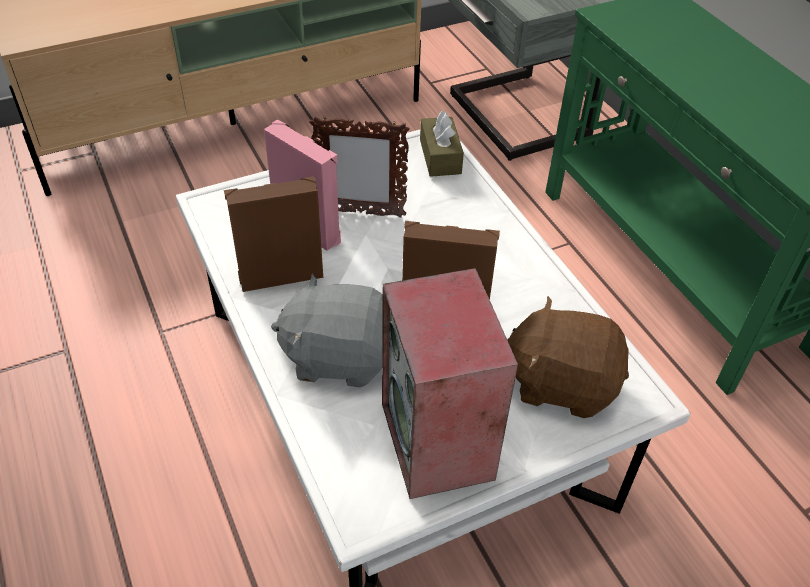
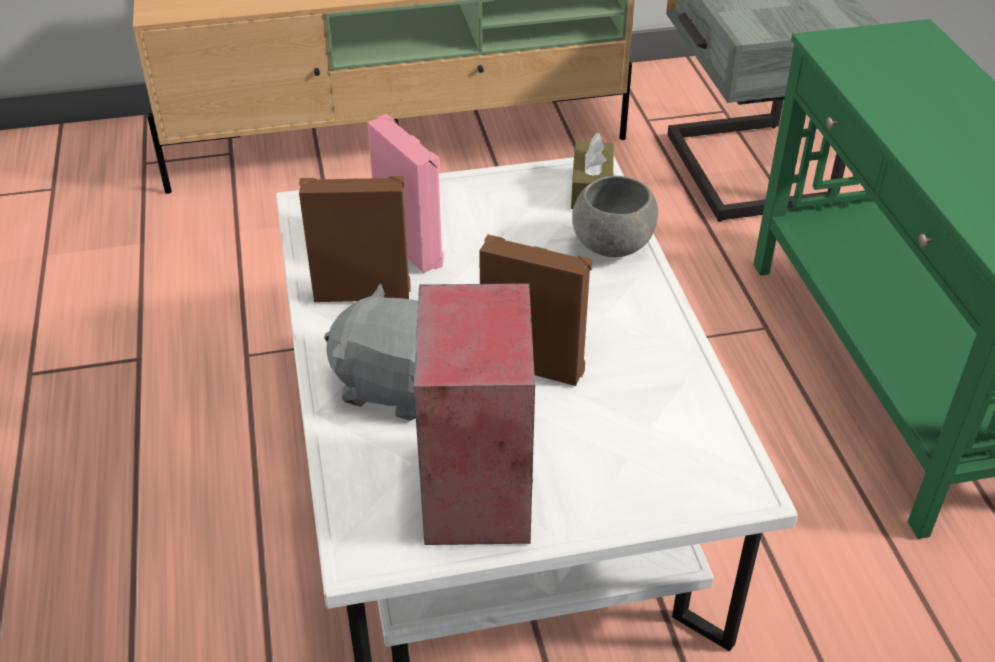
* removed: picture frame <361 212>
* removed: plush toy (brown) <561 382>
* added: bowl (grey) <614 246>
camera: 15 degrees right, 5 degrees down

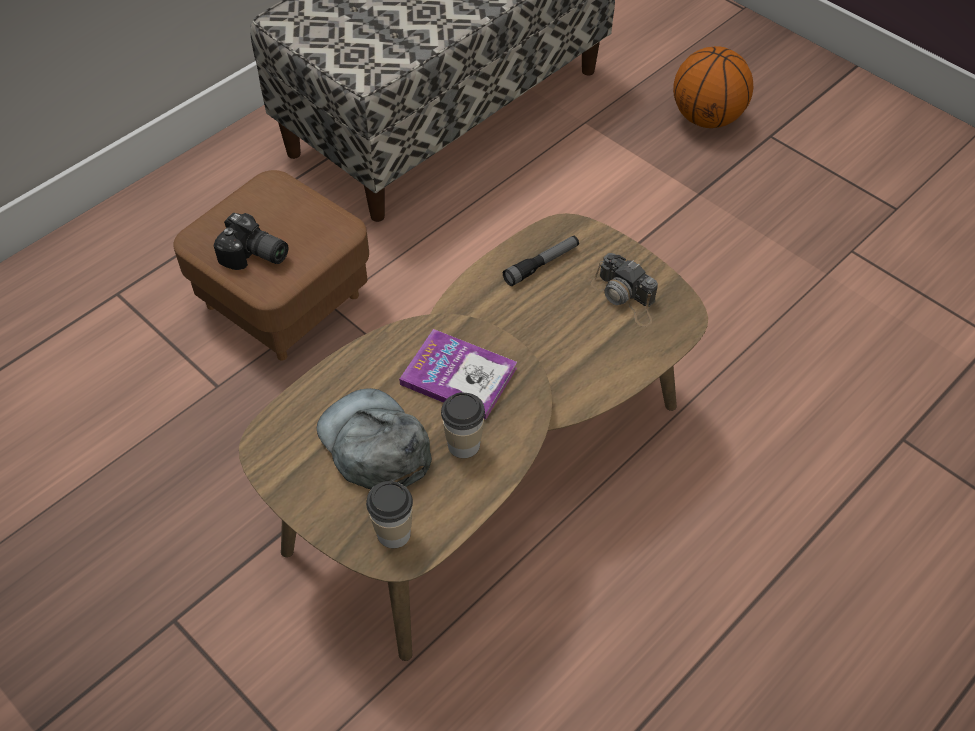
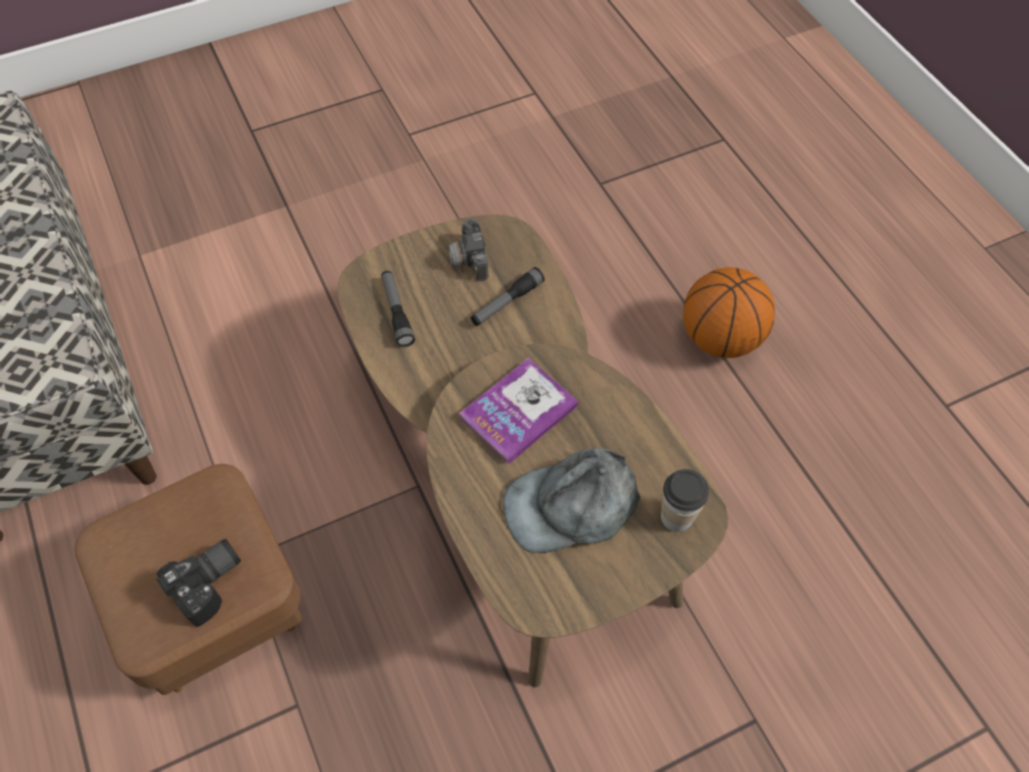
* removed: cup <464 445>
* turned: photo camera <625 297> = <467 264> 105 degrees clockwise
* moved: basketball <707 118> to <720 338>
* added: flashlight <507 302>
camera: 70 degrees left, 5 degrees up

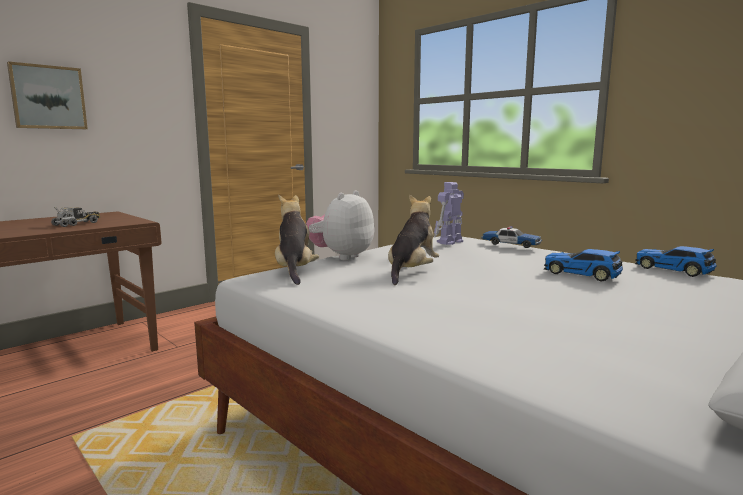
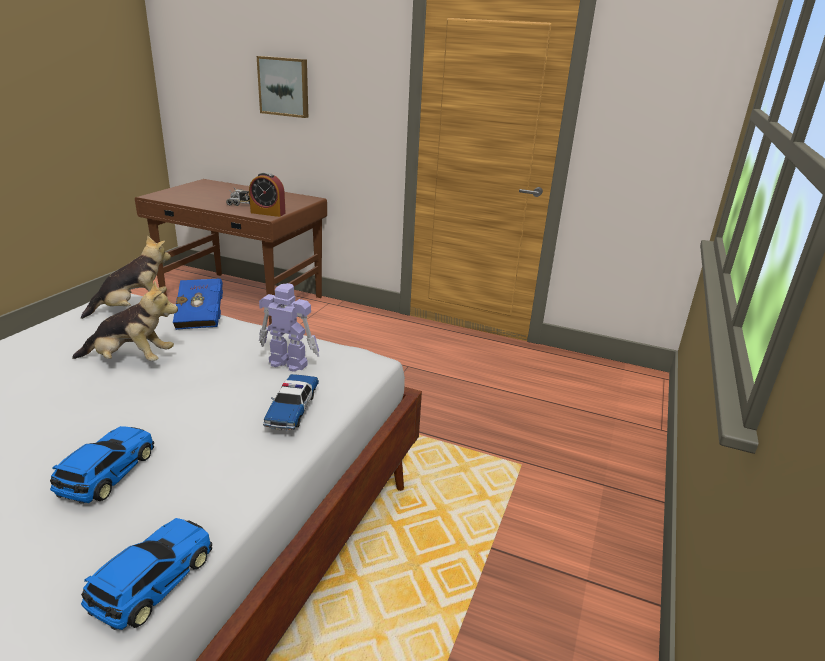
* replaced: plush toy <341 256> to book (blue) <202 317>
* added: alarm clock <268 213>
camera: 65 degrees right, 15 degrees up

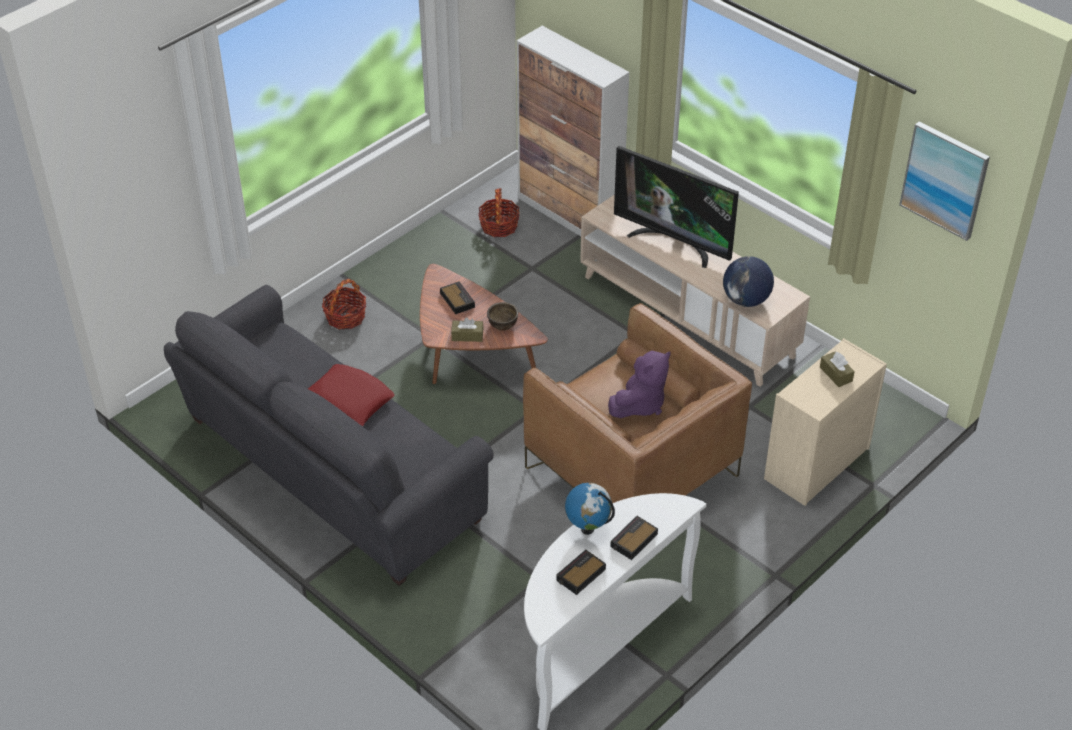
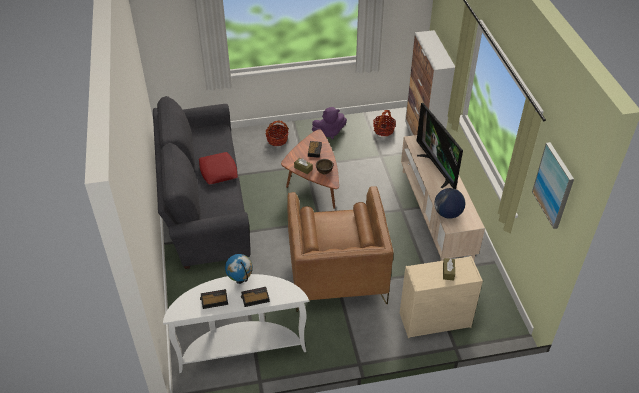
* moved: plush toy (purple) <640 404> to <329 132>
camera: 35 degrees right, 0 degrees up

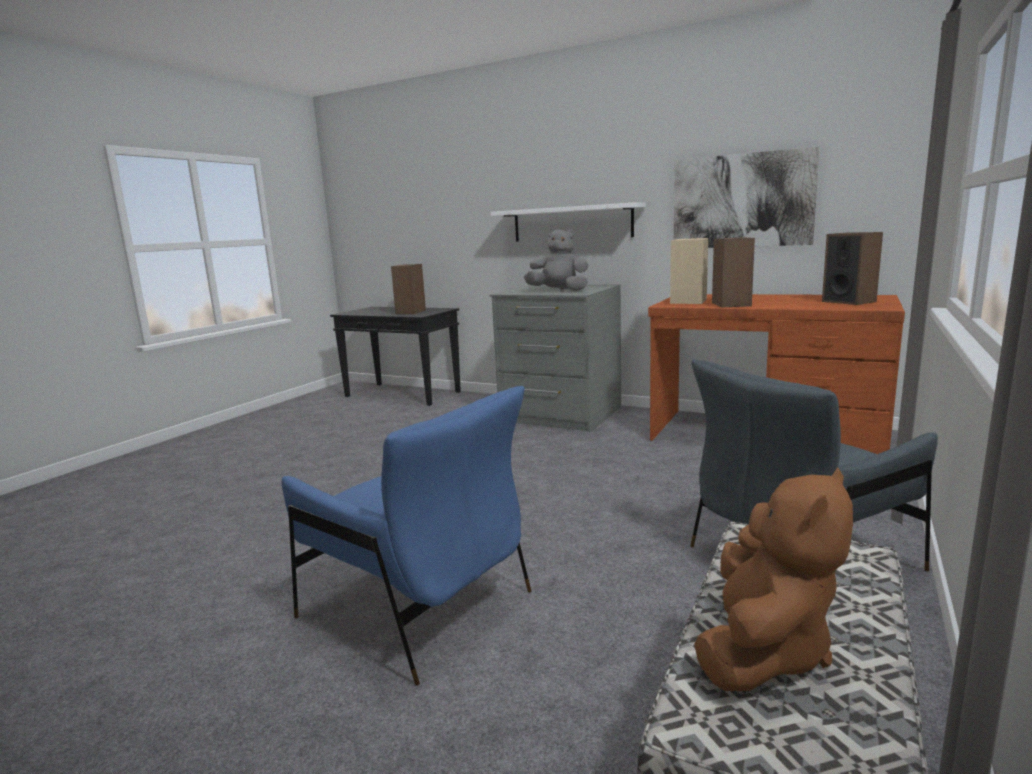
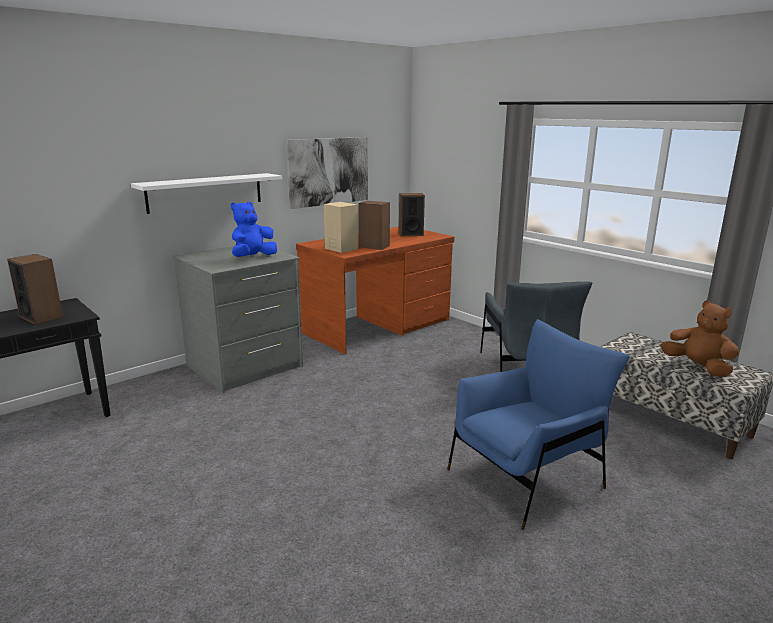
* recoloured: plush toy (grey) <558 291> to plush toy (blue) <253 257>
camera: 70 degrees left, 5 degrees up

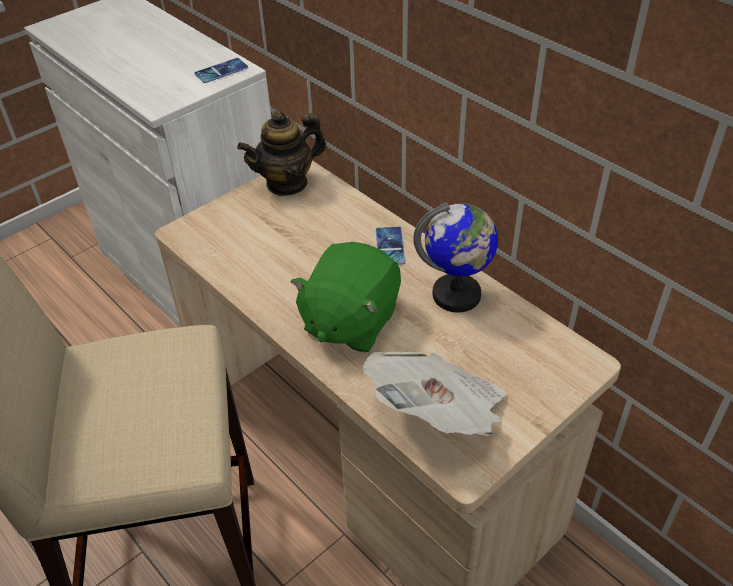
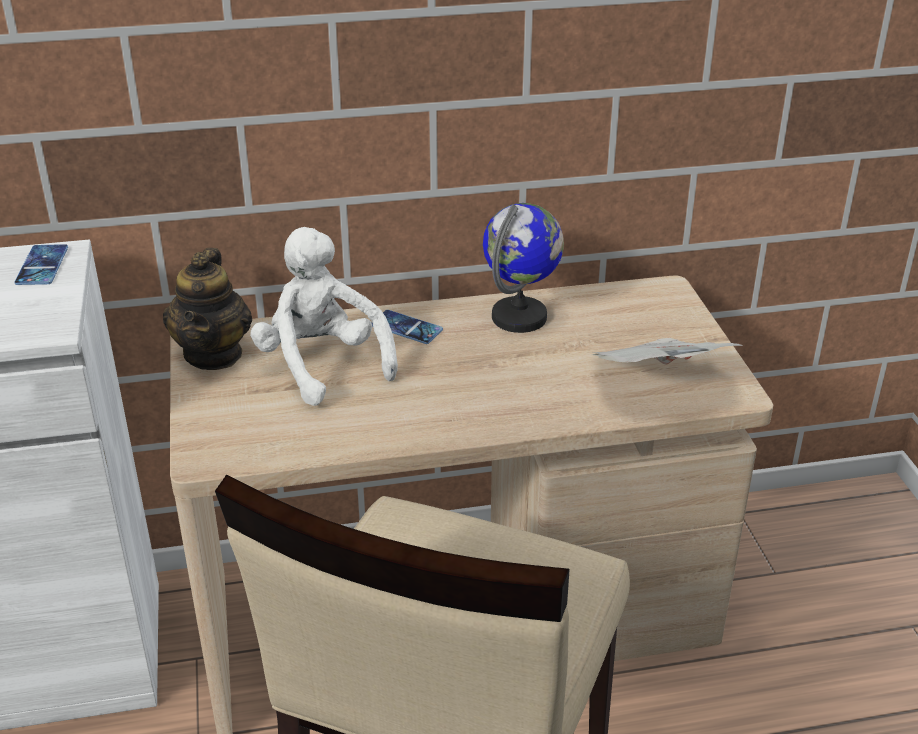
* removed: plush toy (green) <350 321>
* added: plush toy (white) <322 365>
camera: 60 degrees left, 10 degrees down

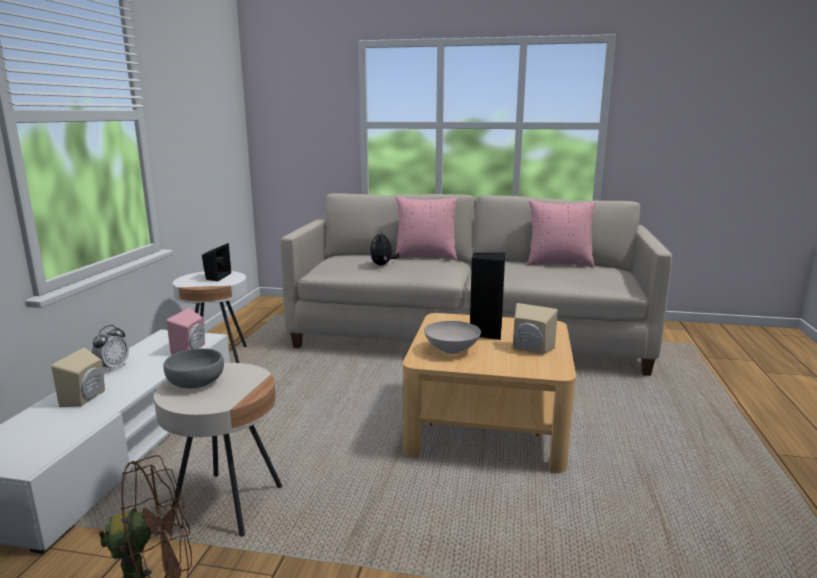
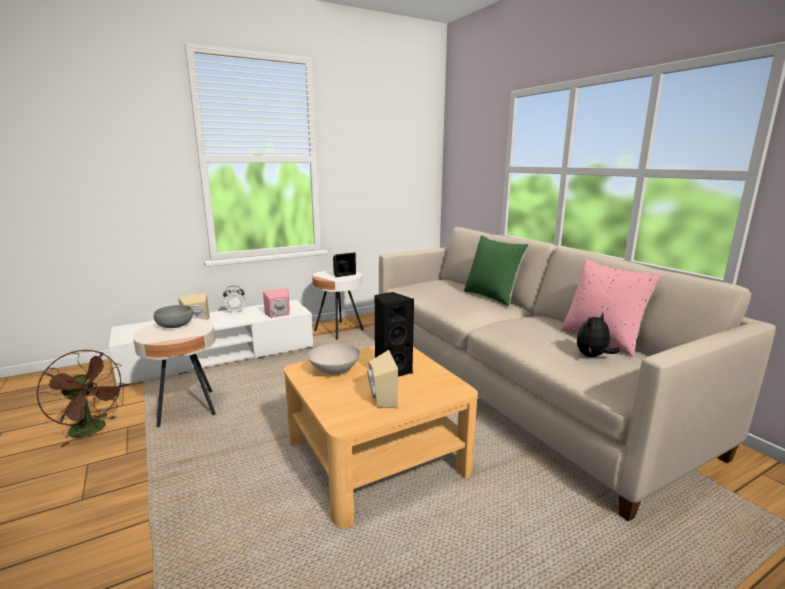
* moved: plush toy <382 265> to <593 356>
* recoloured: pillow (pink) <425 257> to pillow (green) <492 297>
camera: 50 degrees right, 0 degrees up

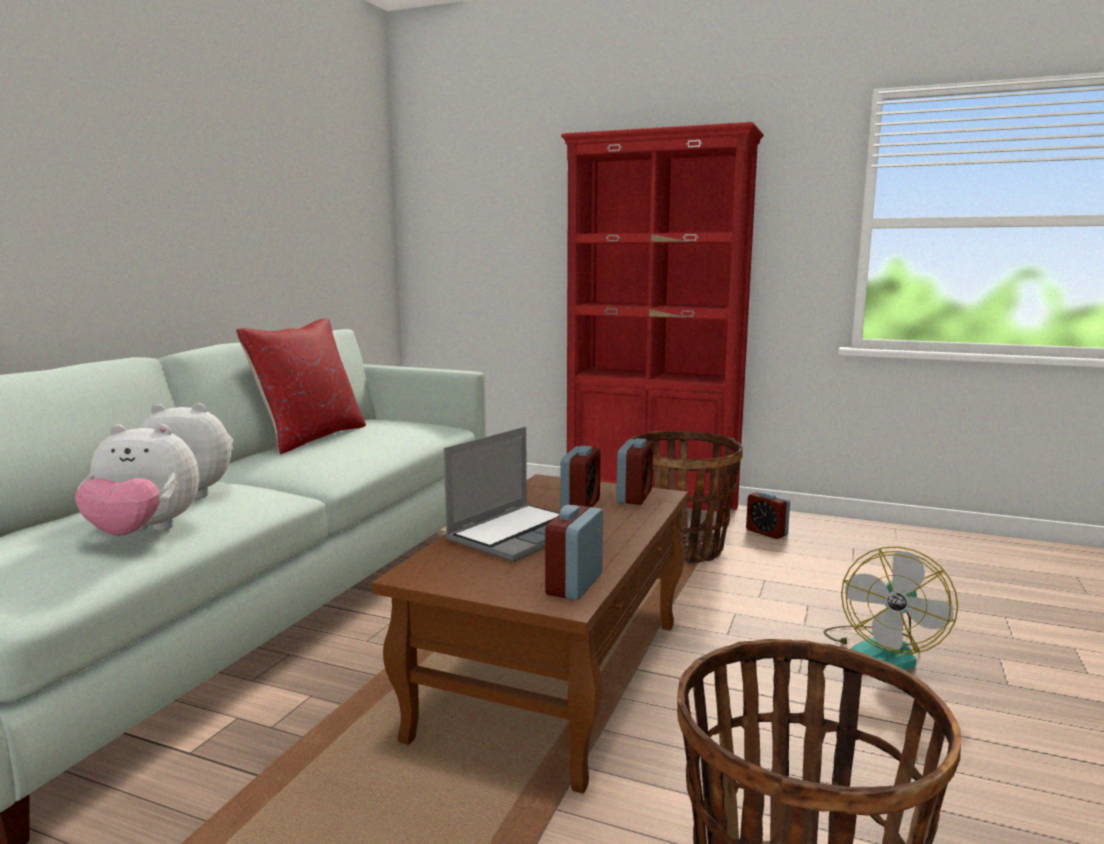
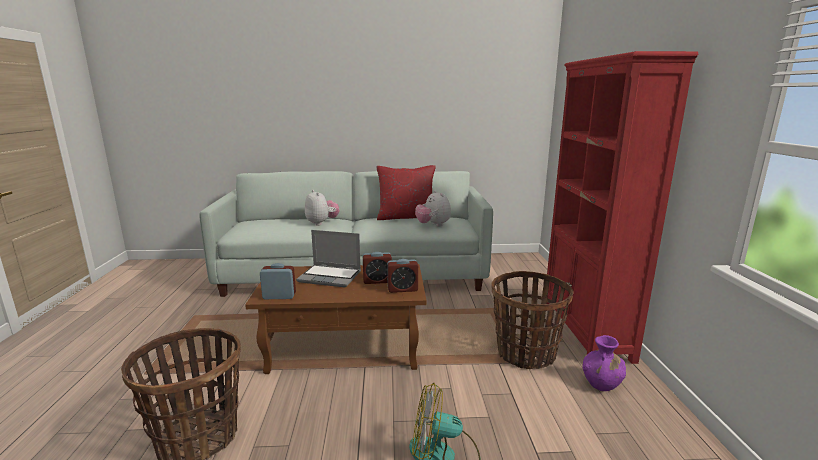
* moved: plush toy <143 533> to <433 225>
* replaced: alarm clock <766 532> to vase (purple) <601 383>
camera: 65 degrees right, 5 degrees up

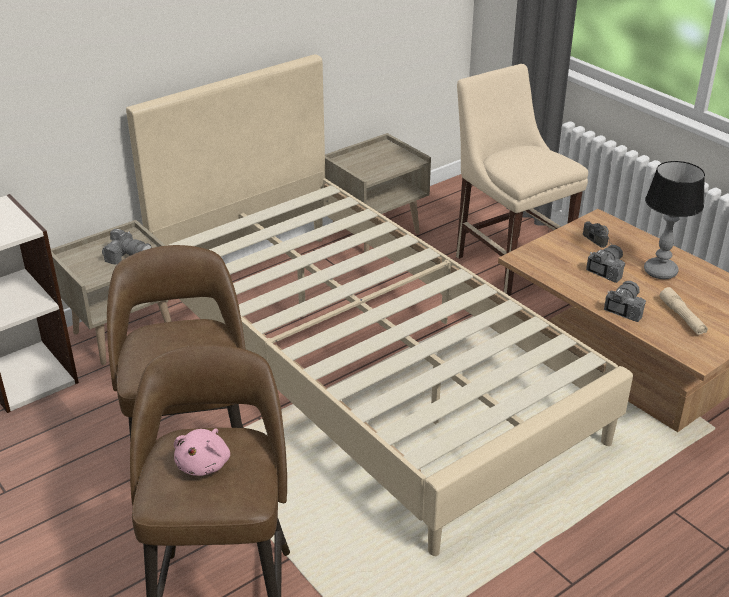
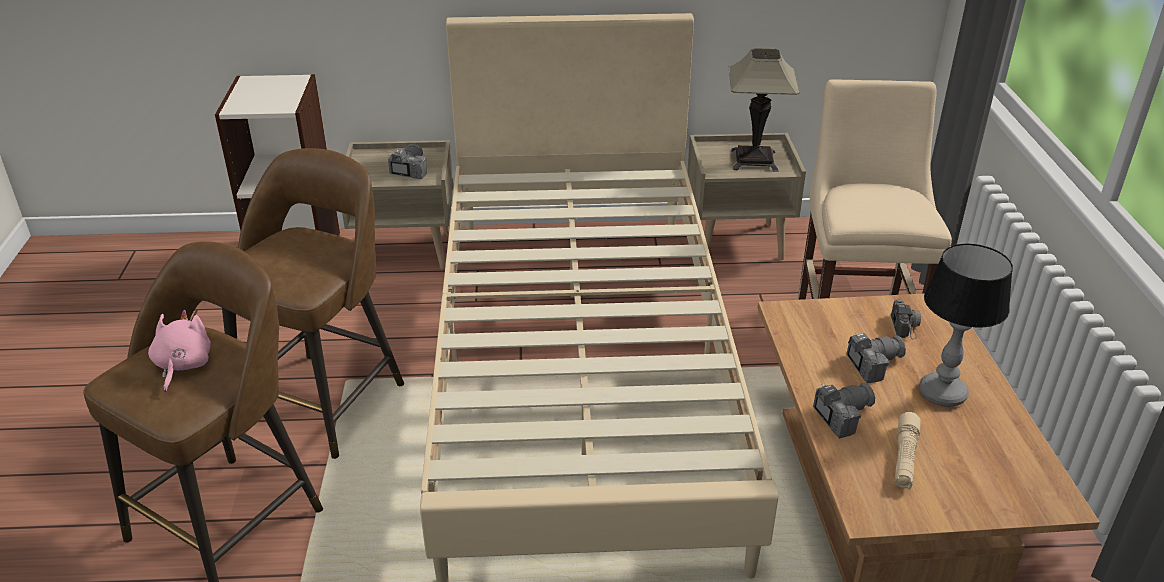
* turned: photo camera <127 255> = <409 170> 135 degrees counterclockwise
* turned: plush toy (pink) <204 464> = <182 366> 135 degrees clockwise
* added: table lamp <754 160>
camera: 35 degrees right, 0 degrees up

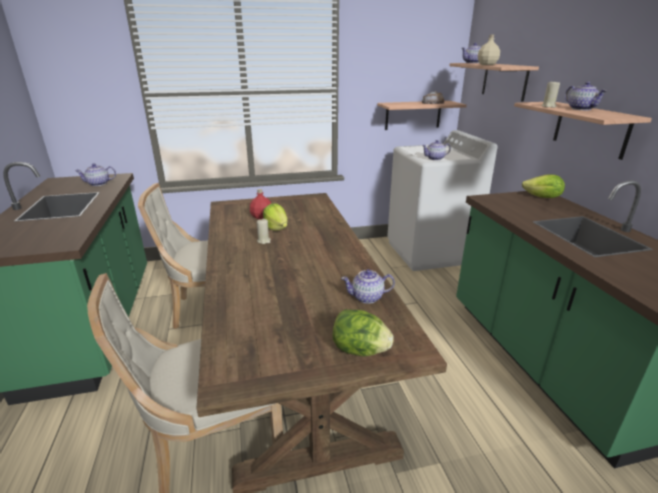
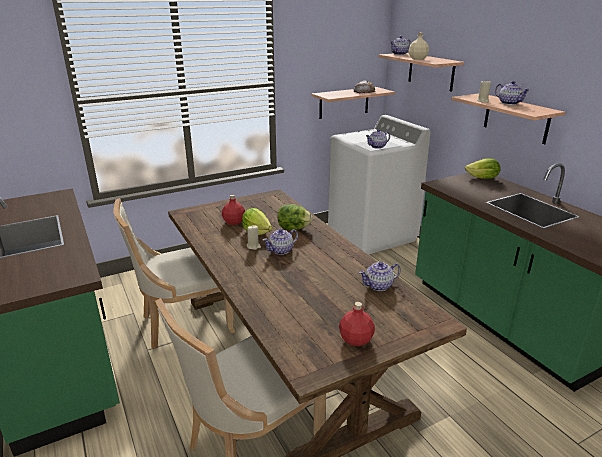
* moved: teapot <99 184> to <281 250>
* moved: lettuce <360 350> to <293 228>
* added: bottle (red) <356 340>
camera: 15 degrees left, 0 degrees up

